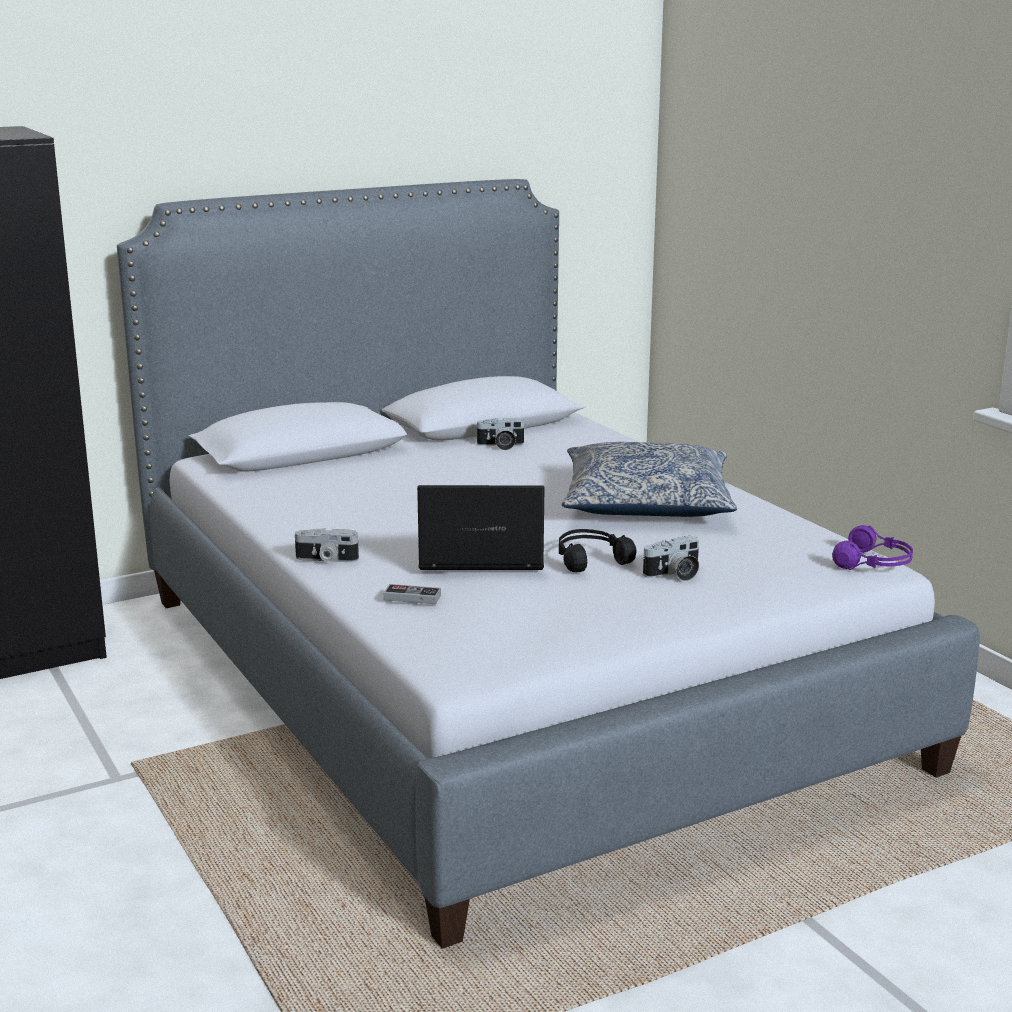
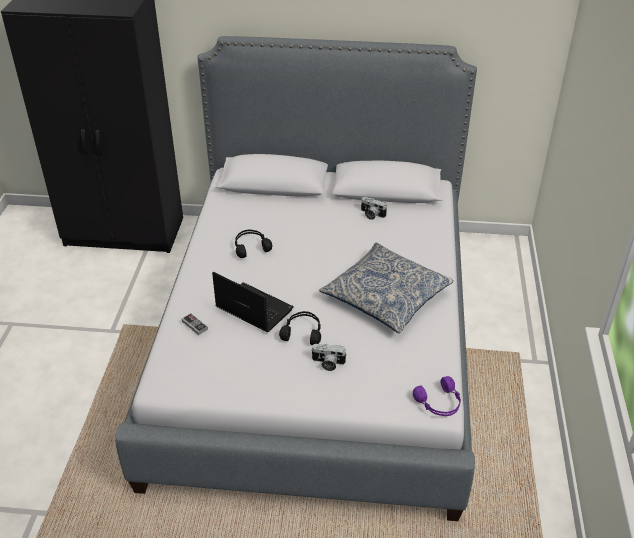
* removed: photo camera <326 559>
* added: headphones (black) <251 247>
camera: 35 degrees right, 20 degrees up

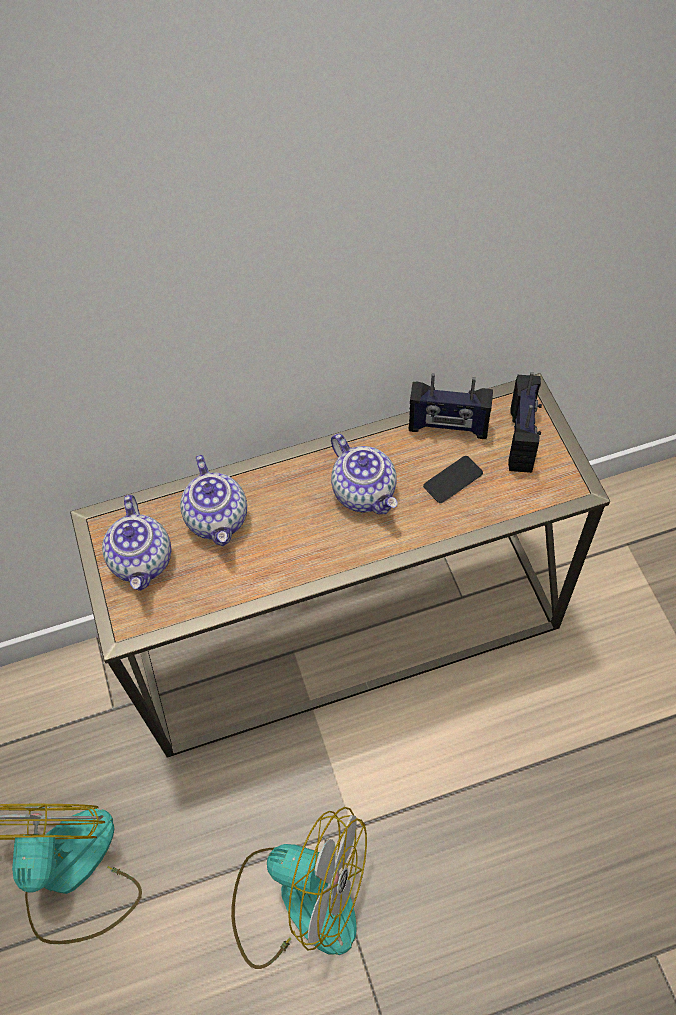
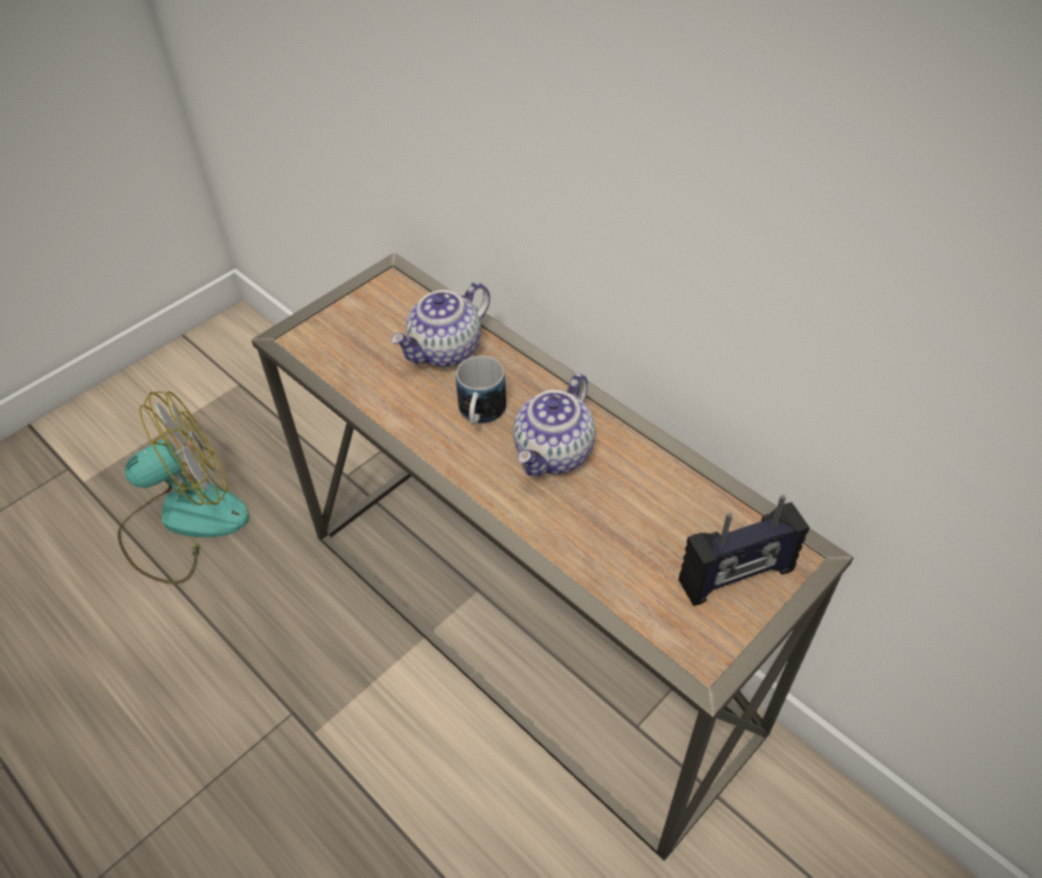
* removed: teapot <143 560>
* removed: fan <299 898>
* removed: radio <448 427>
* removed: phone <453 480>
* added: mug <480 415>
camera: 60 degrees right, 10 degrees down

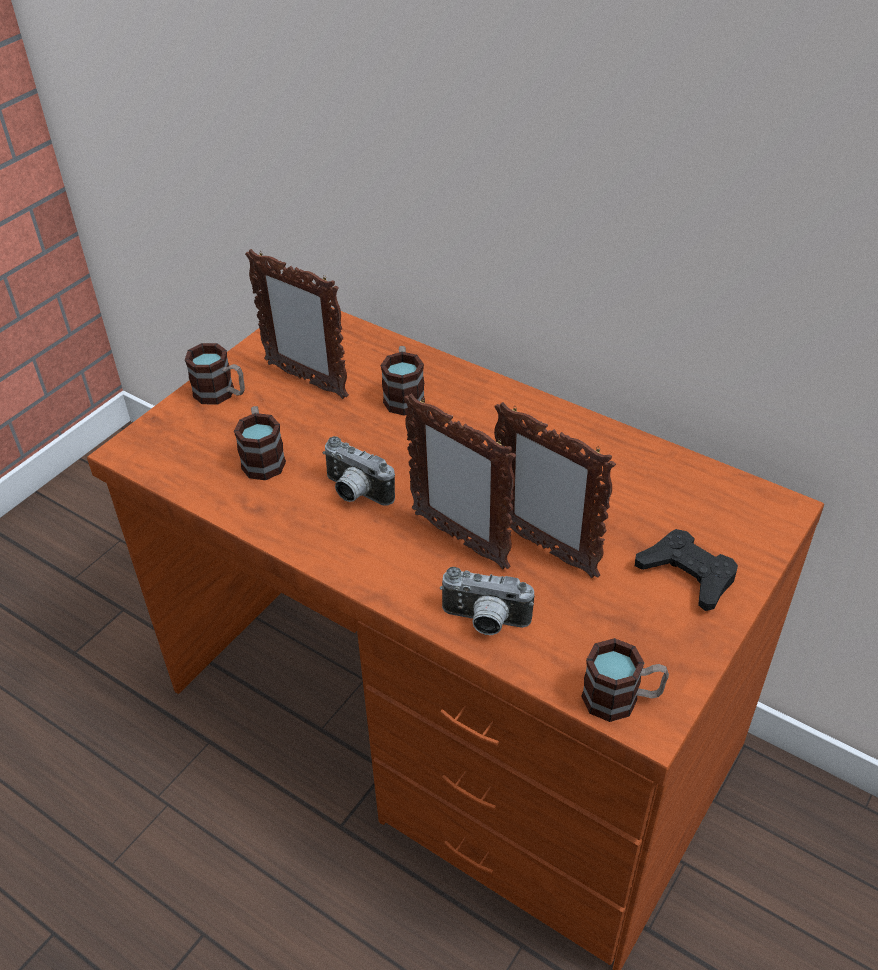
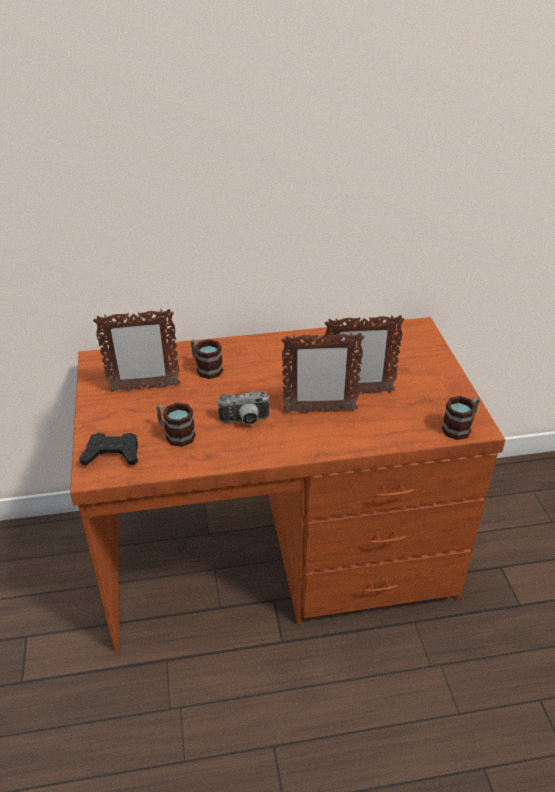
* removed: mug <221 394>
* removed: photo camera <484 622>
* moved: game controller (black) <687 574> to <112 454>
camera: 45 degrees left, 5 degrees down

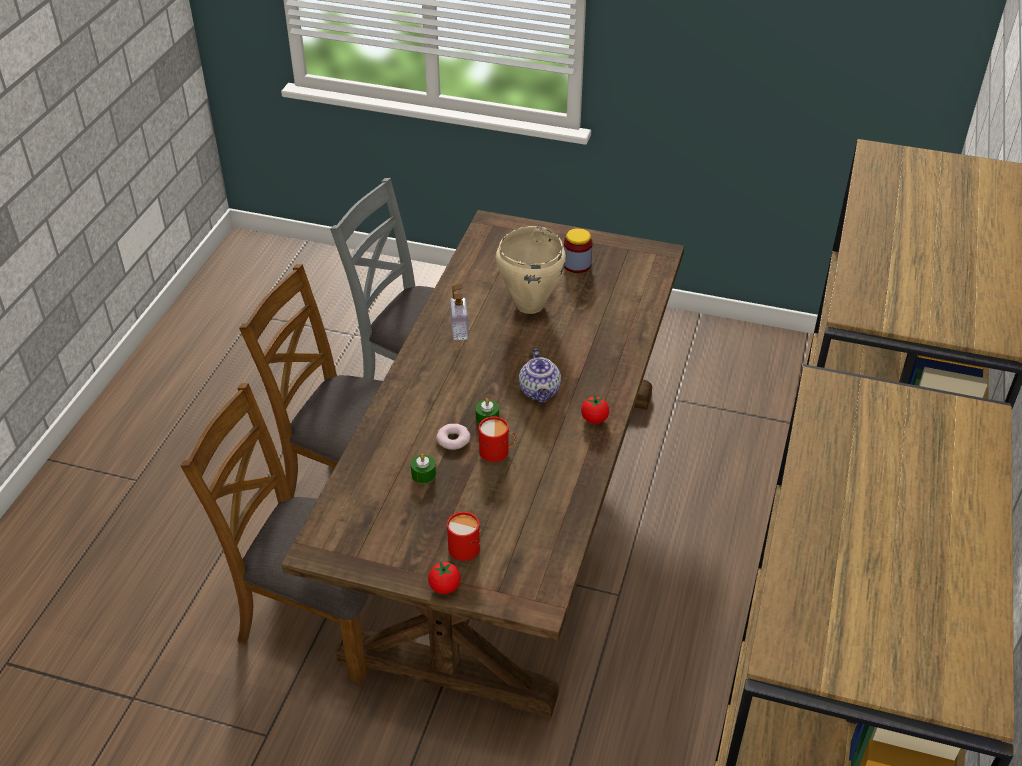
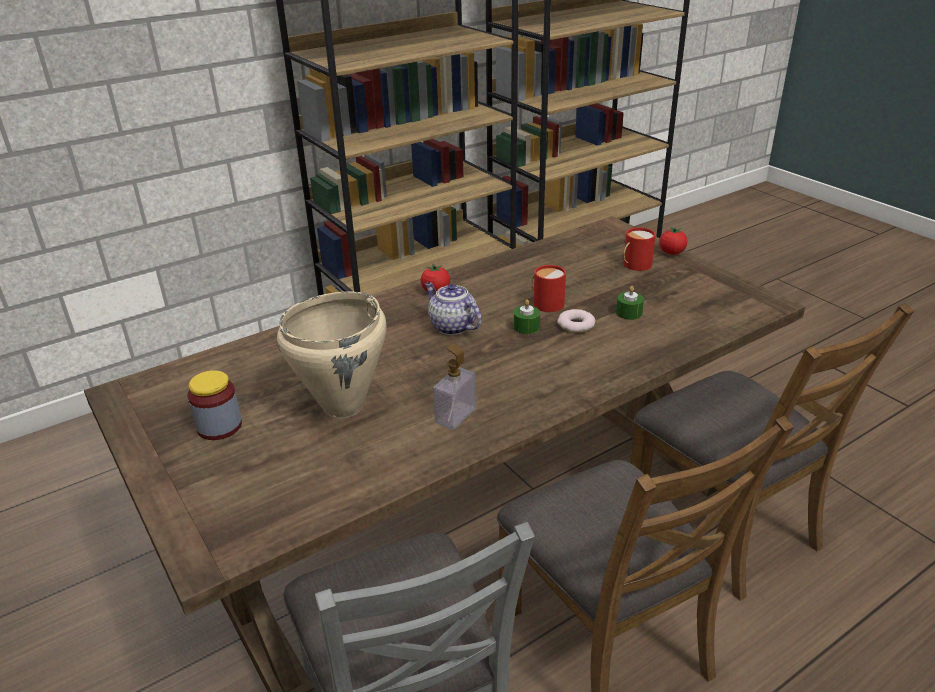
* turned: teapot <540 392> = <451 326> 75 degrees counterclockwise
camera: 140 degrees left, 10 degrees down

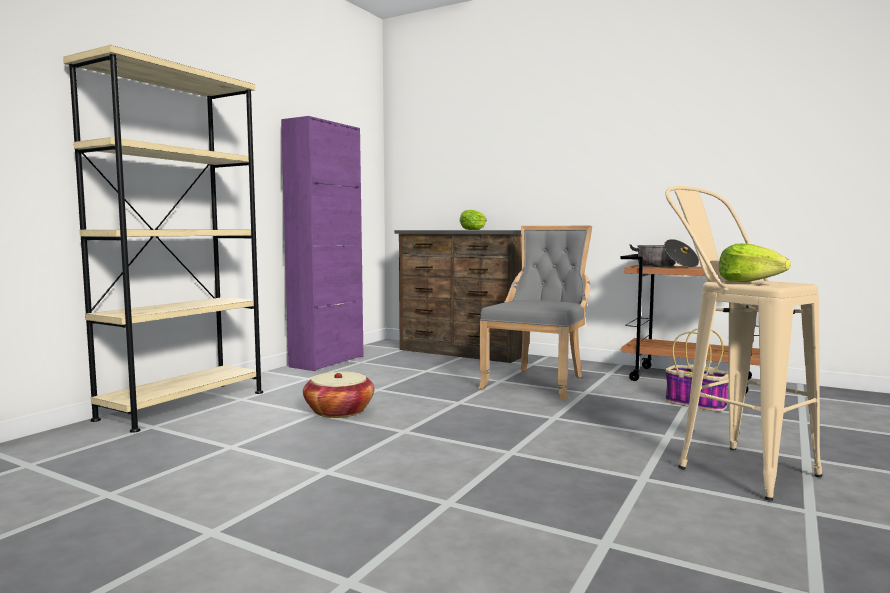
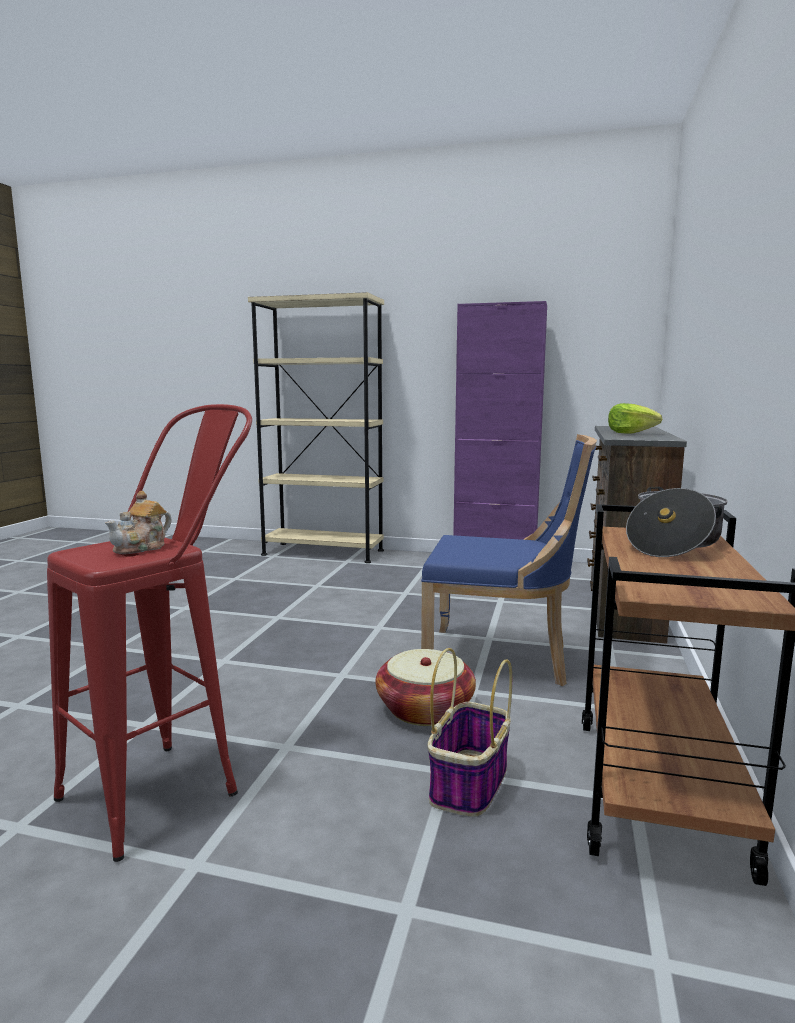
* moved: basket <339 411> to <425 709>
* recoloured: chair (grey) <538 382> to chair (blue) <502 659>
* recoloured: stool (beige) <729 466> to stool (red) <172 784>
* replaced: lettuce <749 282> to teapot <142 548>
camera: 75 degrees right, 5 degrees up

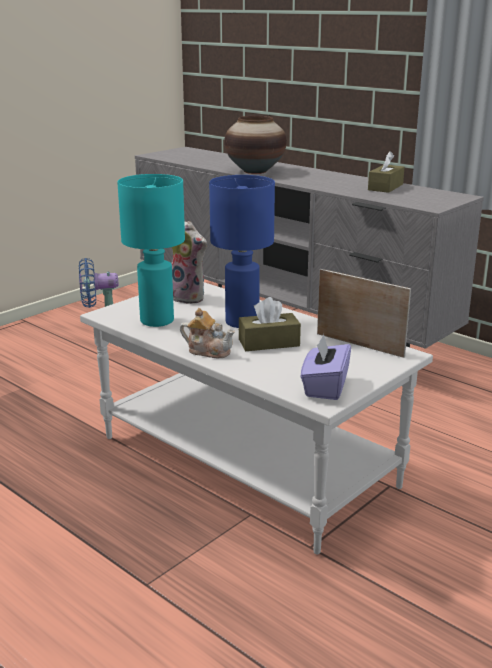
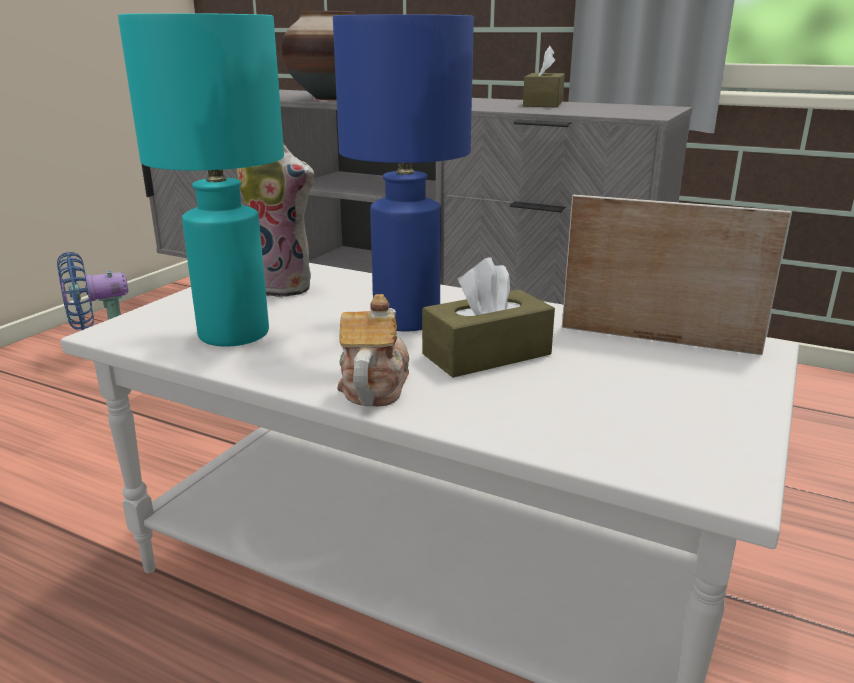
* turned: teapot <208 351> = <373 386> 90 degrees counterclockwise
* removed: tissue box (purple) <325 387>
camera: 15 degrees left, 0 degrees up

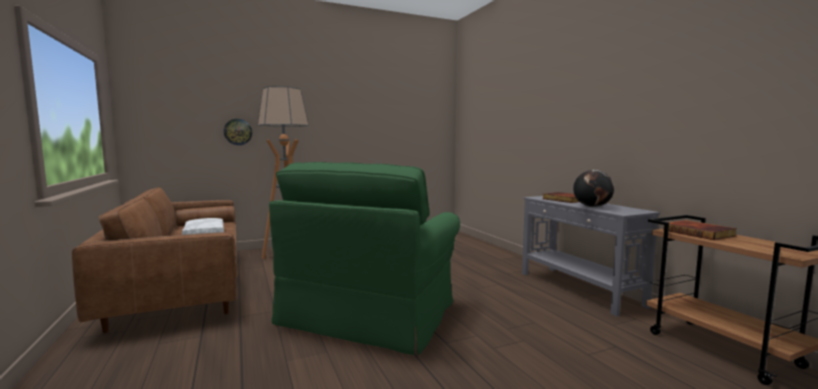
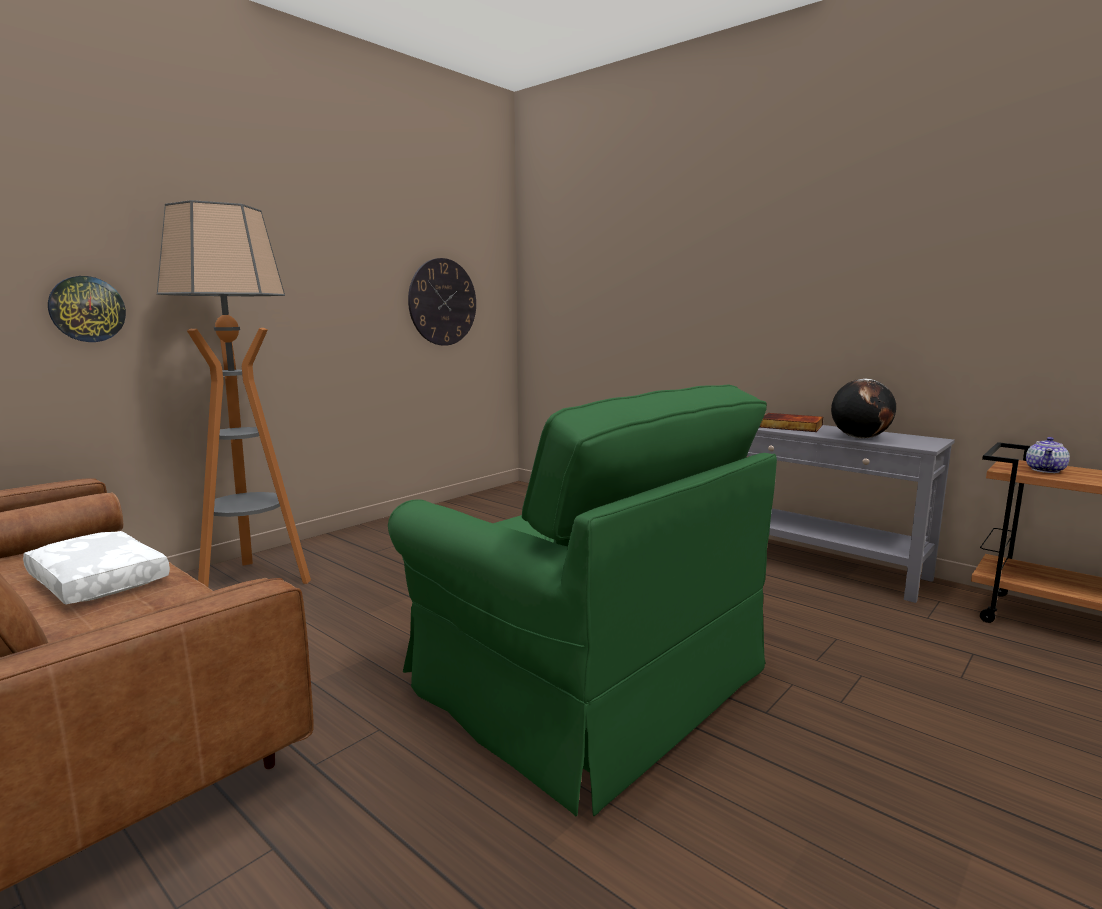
* turned: armchair (green) <373 313> = <582 683> 45 degrees counterclockwise
* replaced: book <699 233> to teapot <1045 470>
* added: wall clock <442 302>
camera: 25 degrees left, 5 degrees up

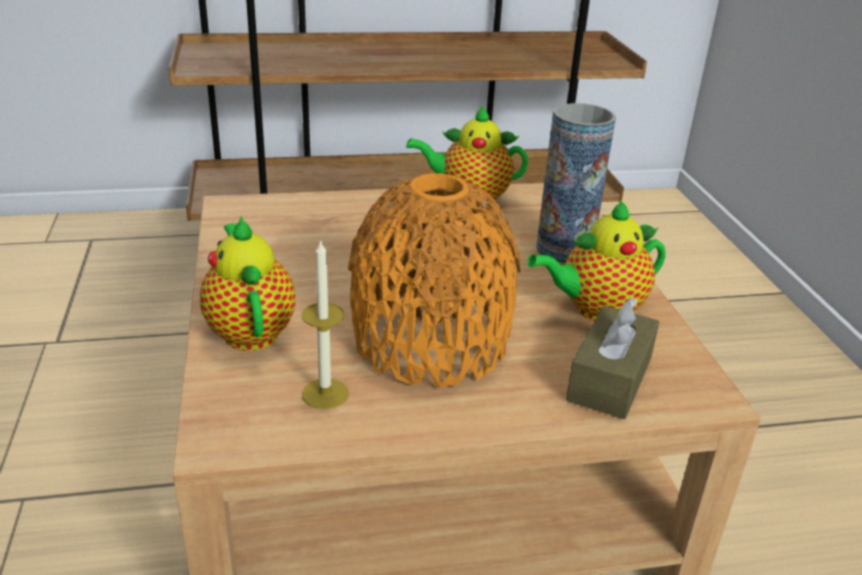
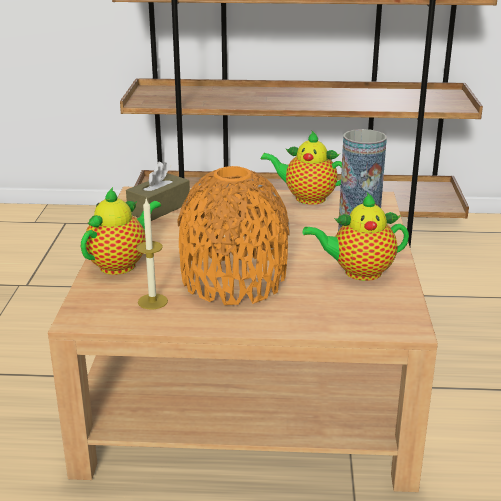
* turned: teapot <250 330> = <121 264> 45 degrees clockwise
* moved: tissue box (brown) <609 379> to <159 208>
camera: 15 degrees right, 5 degrees down

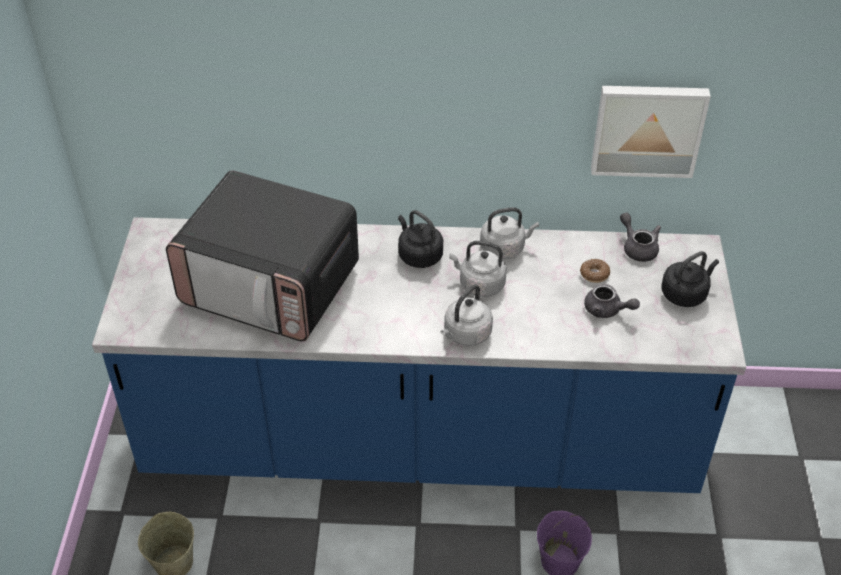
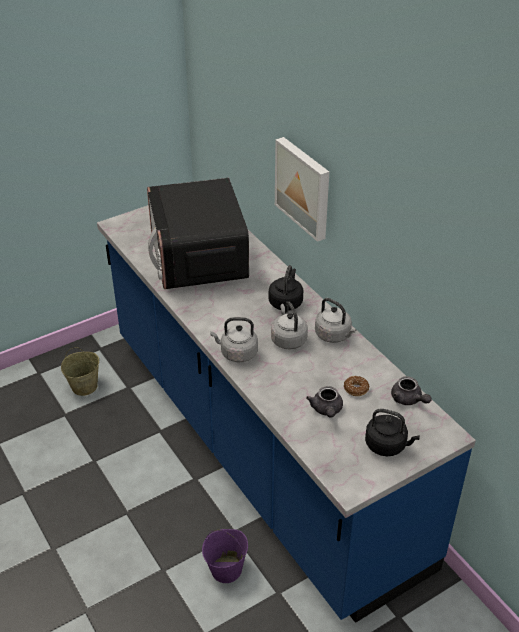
* moved: picture <647 129> to <304 187>
* turned: teapot (grey) <638 247> = <408 400> 120 degrees clockwise
camera: 55 degrees right, 5 degrees down

